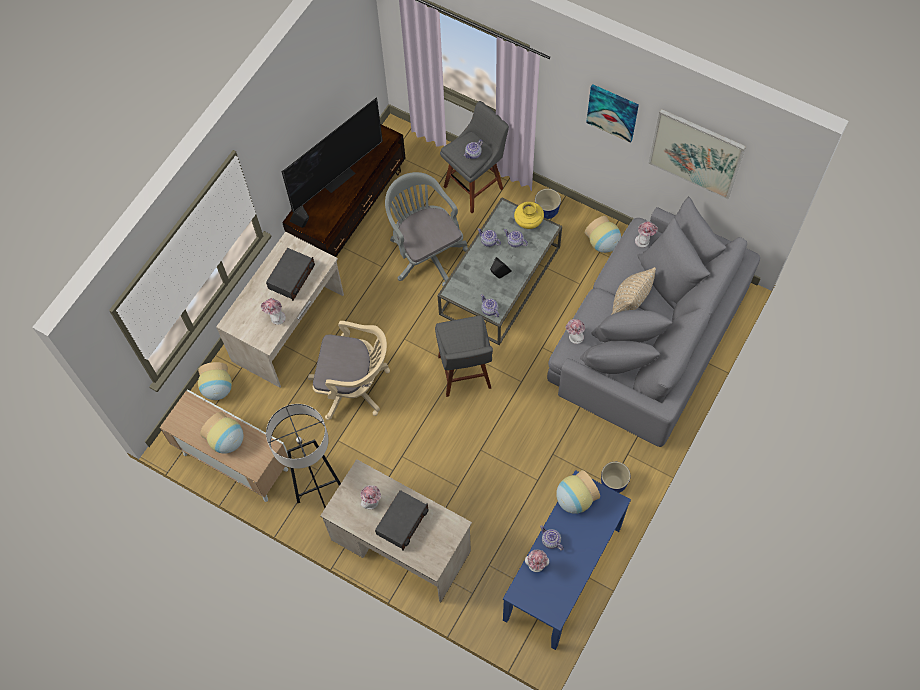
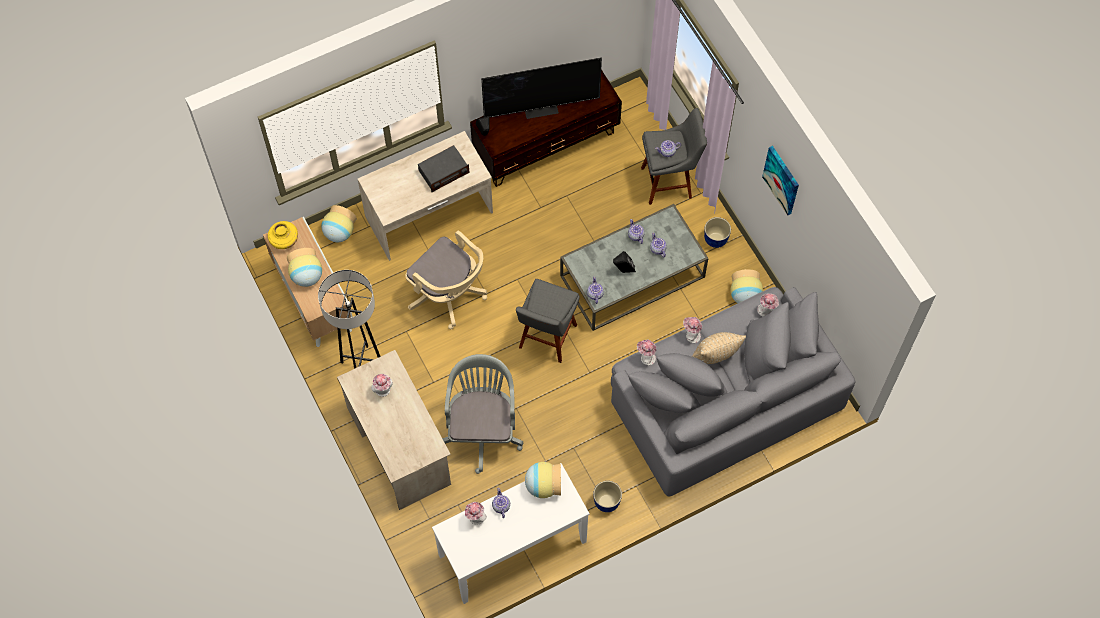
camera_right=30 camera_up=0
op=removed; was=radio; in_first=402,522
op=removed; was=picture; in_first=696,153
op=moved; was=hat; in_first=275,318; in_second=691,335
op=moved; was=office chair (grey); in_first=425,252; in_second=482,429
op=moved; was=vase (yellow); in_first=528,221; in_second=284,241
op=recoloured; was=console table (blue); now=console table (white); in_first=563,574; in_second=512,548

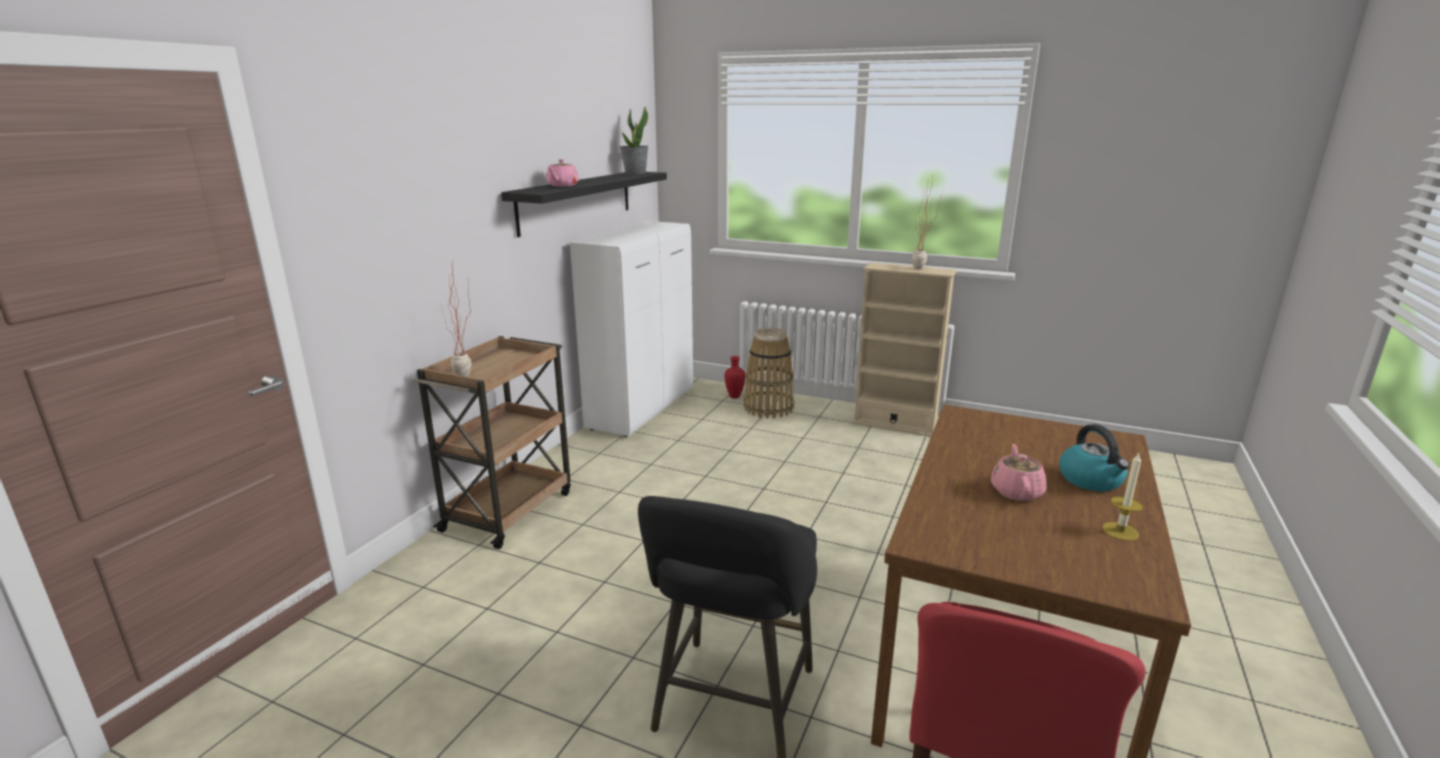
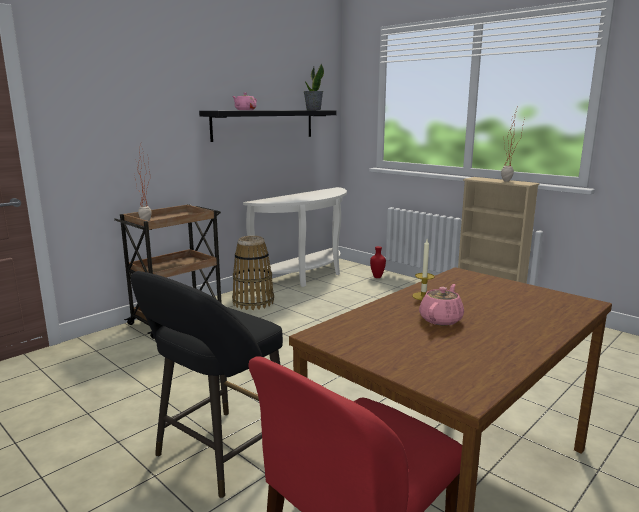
camera_right=20 camera_up=-5
op=removed; was=kettle; in_first=1091,480
op=moved; was=basket; in_first=768,408; in_second=253,302
op=moved; was=candle; in_first=1120,531; in_second=423,296
op=replaced; was=cabinet (white); now=console table (white); in_first=642,408; in_second=307,276

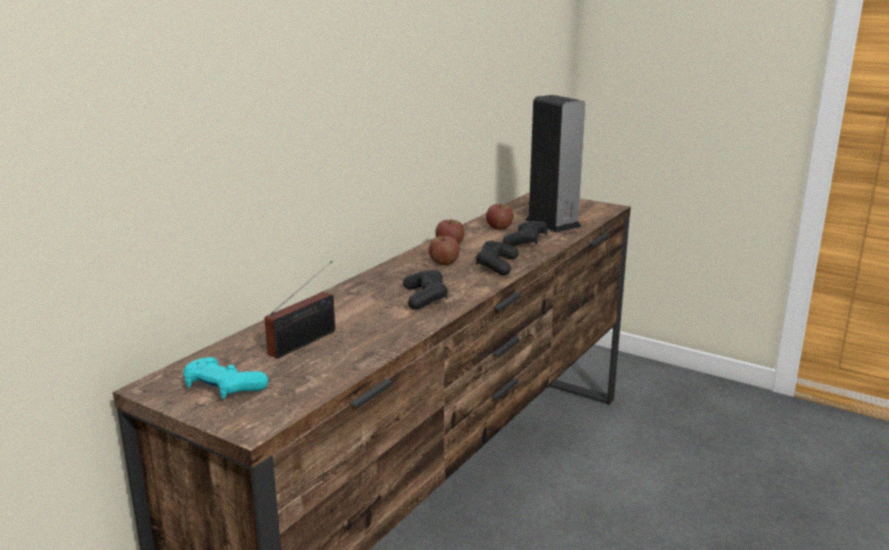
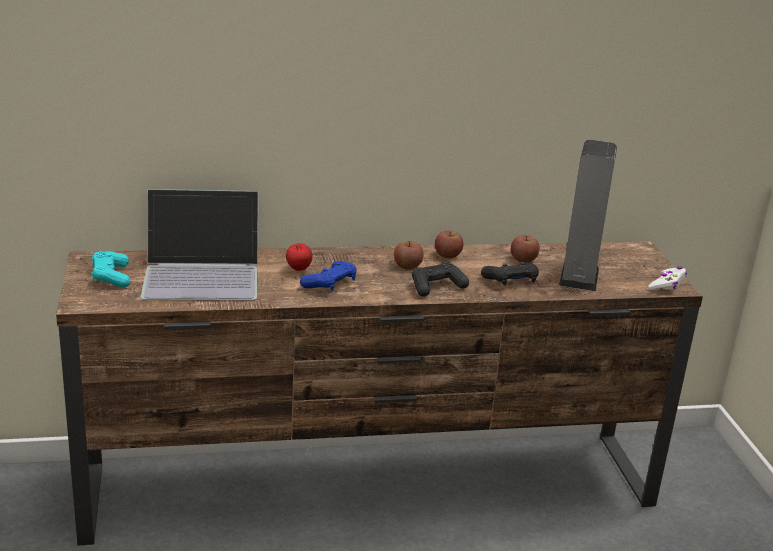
camera_right=45 camera_up=5
op=added; now=apple; in_second=298,270
op=added; now=game controller (white); in_second=667,285
op=replaced; was=radio; now=laptop; in_first=306,341; in_second=203,274
op=recoloured; was=game controller (black); now=game controller (blue); in_first=425,298; in_second=330,284

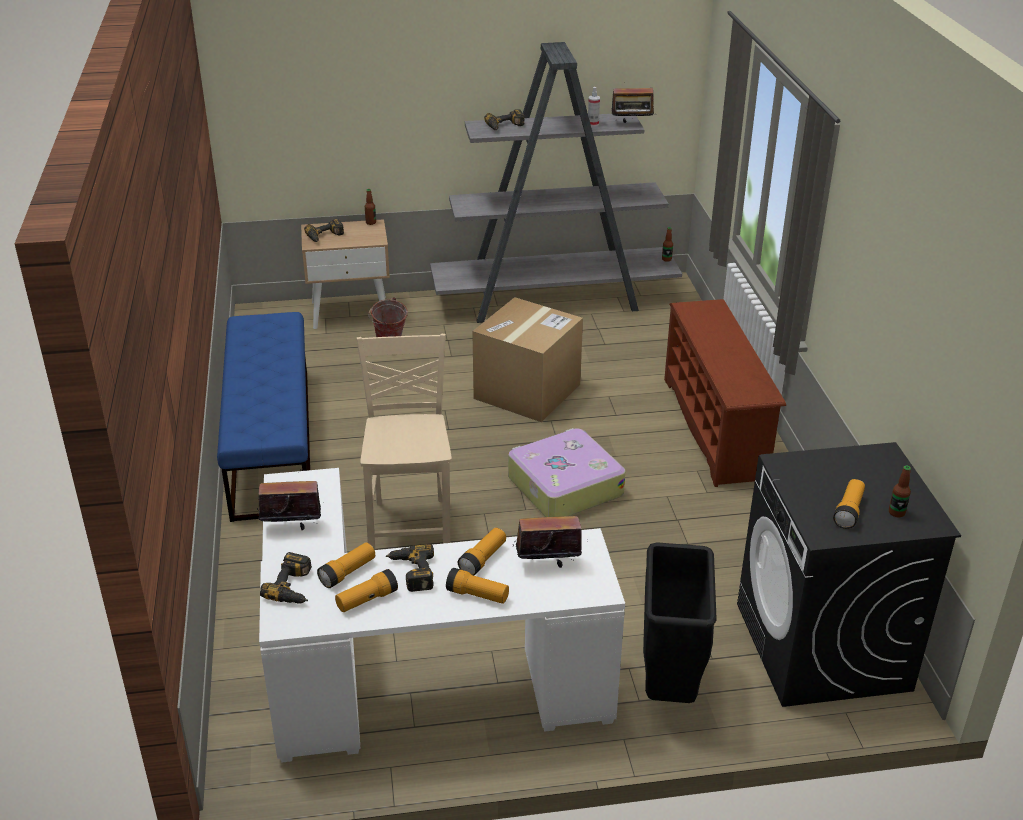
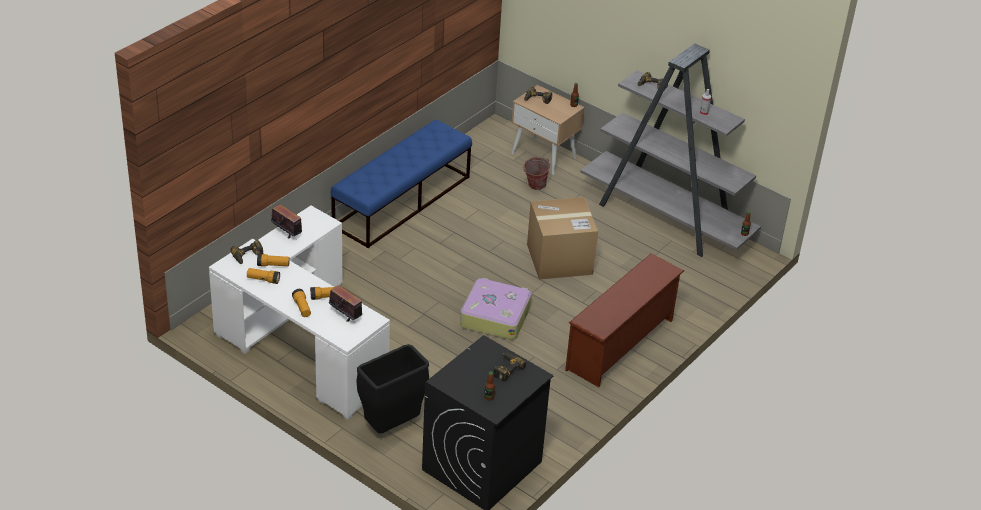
camera_right=45 camera_up=5
op=removed; was=chair (beige); in_first=410,527
op=removed; was=radio; in_first=632,124
op=removed; was=flashlight; in_first=848,511
op=moved; was=power drill; in_first=411,572; in_second=505,368

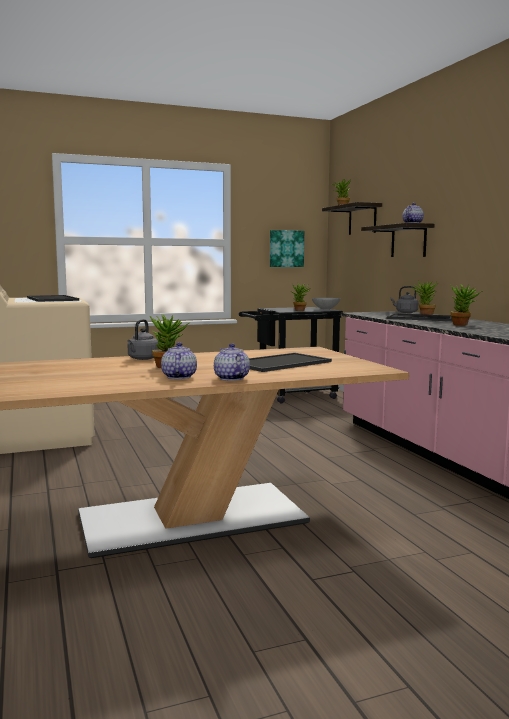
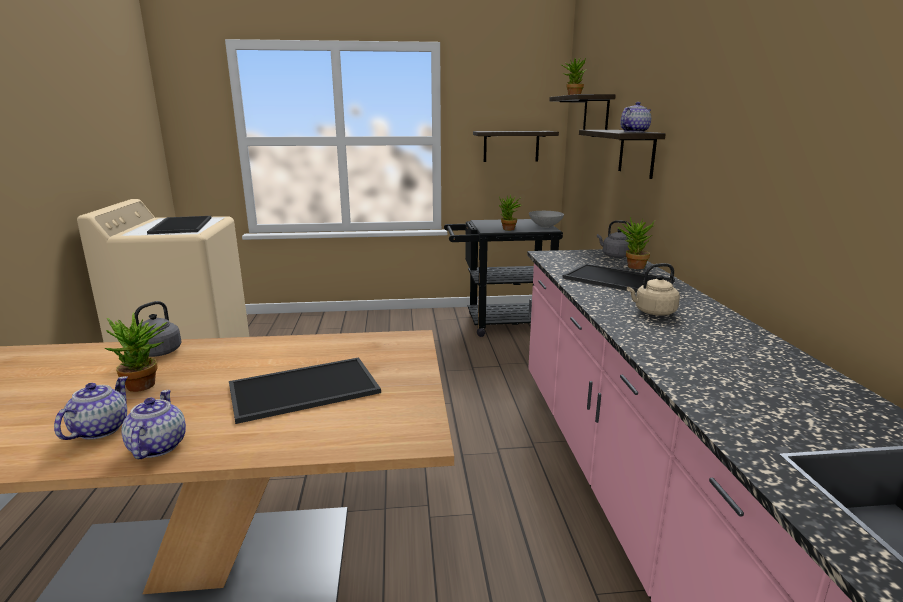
camera_right=15 camera_up=10
op=replaced; was=picture; now=shelf; in_first=286,248; in_second=511,146
op=replaced; was=potted plant; now=kettle (beige); in_first=463,325; in_second=653,312

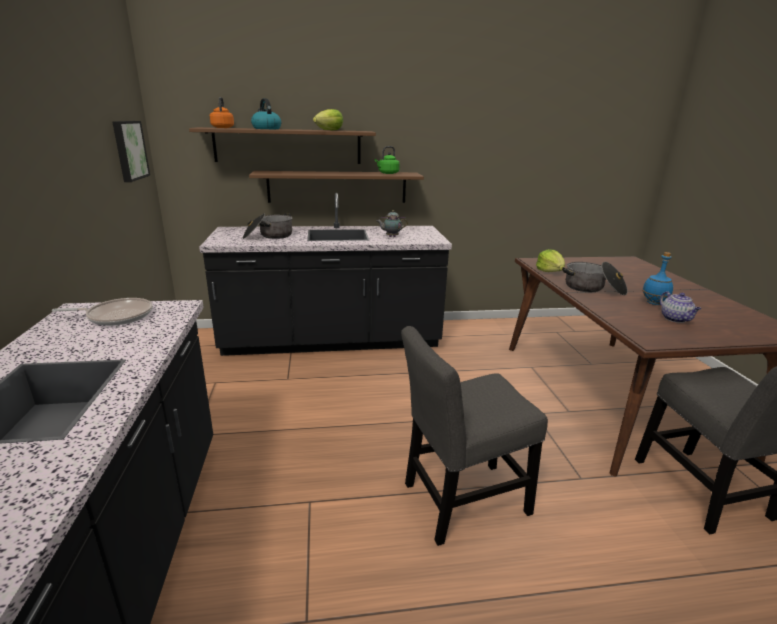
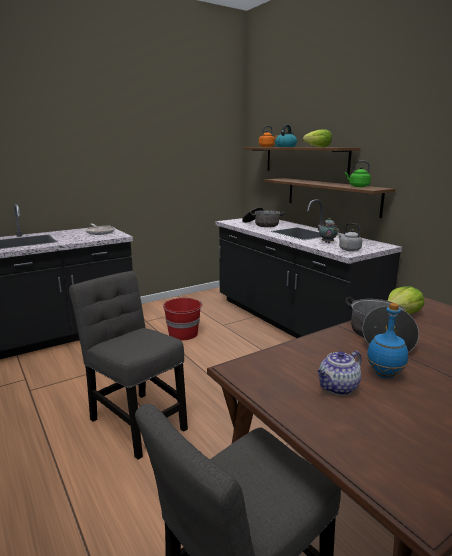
camera_right=65 camera_up=-5
op=removed; was=picture; in_first=129,150
op=added; now=bucket (red); in_second=183,334
op=added; now=kettle (grey); in_second=348,249

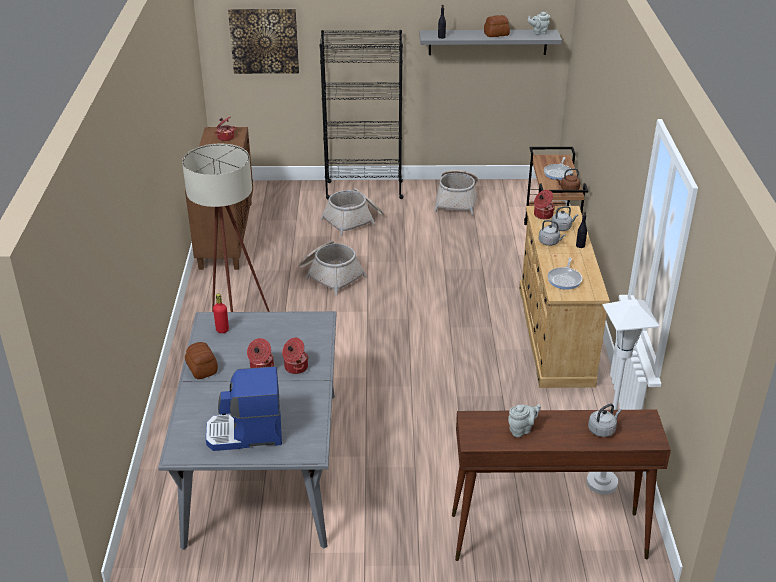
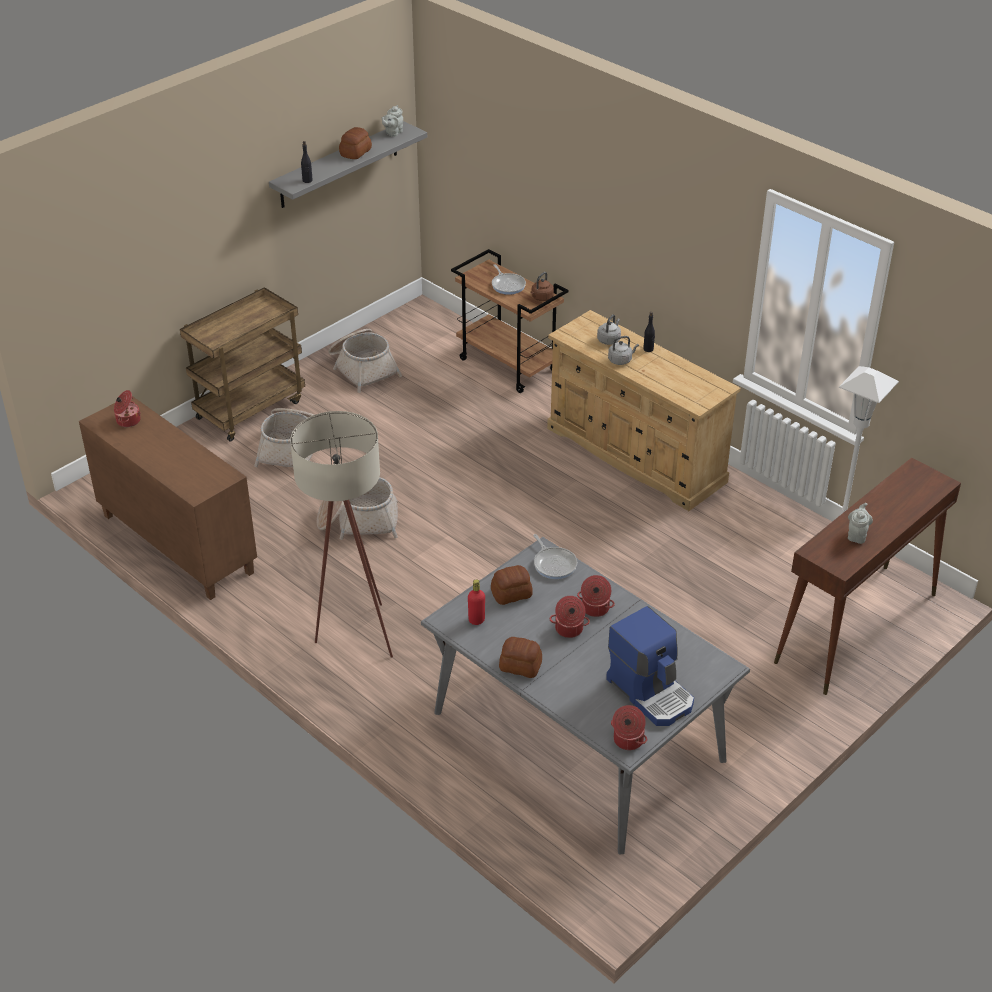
camera_right=-45 camera_up=5
op=removed; was=picture; in_first=264,40
op=removed; was=kettle (grey); in_first=602,430
op=added; now=bread; in_second=512,594
op=moved; was=cooking pot; in_first=542,215; in_second=627,740
op=moved; was=frying pan; in_first=565,279; in_second=554,564
op=replaced; was=bookcase (black); now=cart (brown); in_first=364,190; in_second=250,408
op=turned; was=coffee machine; in_first=245,434; in_second=651,692; clockwise=-75

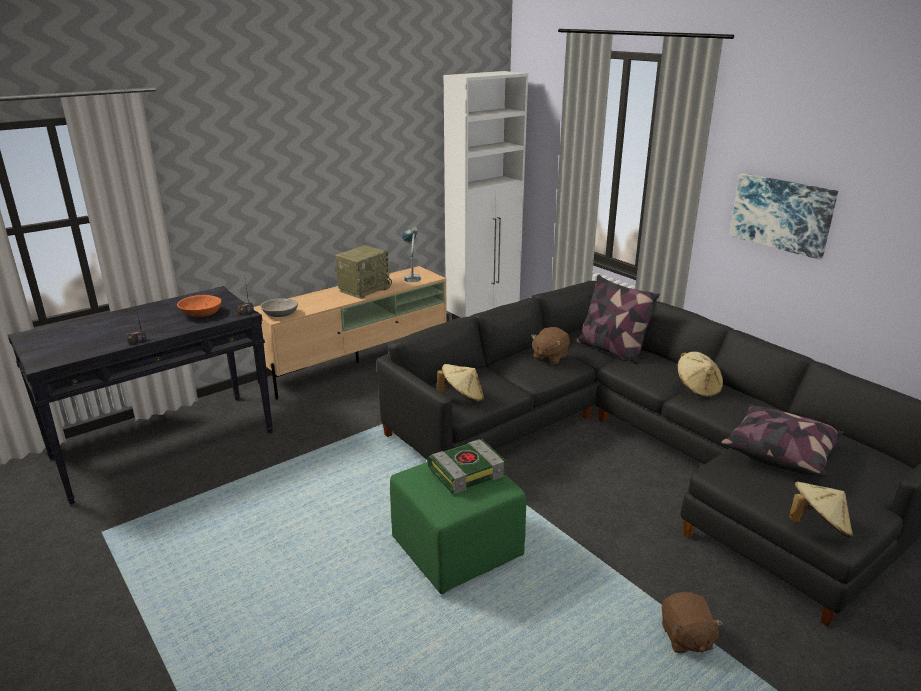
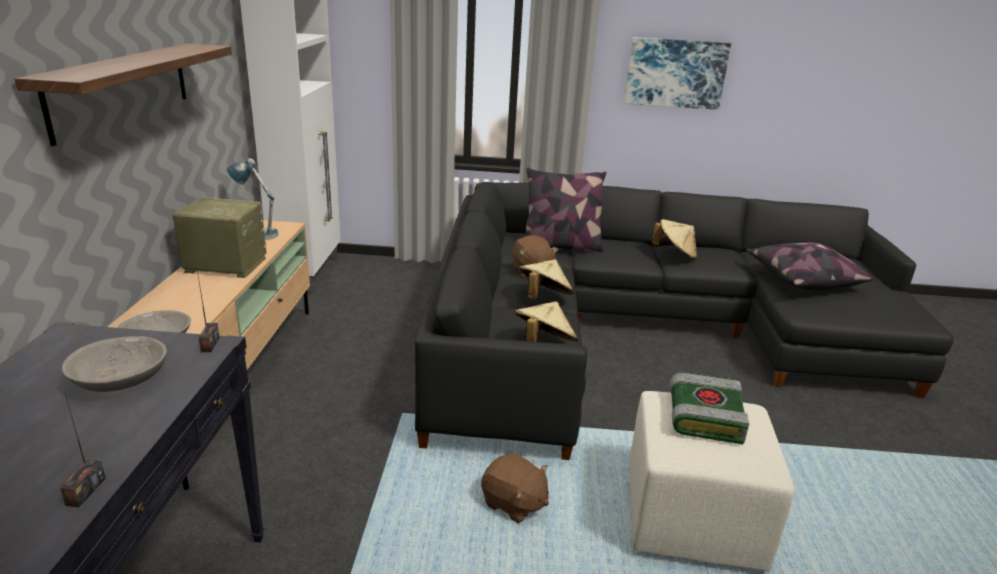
camera_right=-50 camera_up=0
op=added; now=shelf; in_second=122,88
op=moved; was=plush toy (brown); in_first=685,637; in_second=514,503
op=moved; was=hat (beige); in_first=817,526; in_second=543,298
op=recoloured; was=bowl (orange); now=bowl (grey); in_first=201,313; in_second=120,380
op=recoloured; was=ottoman (green); now=ottoman (beige); in_first=457,549; in_second=690,517
op=turned; was=radio; in_first=364,289; in_second=224,265; clockwise=-75

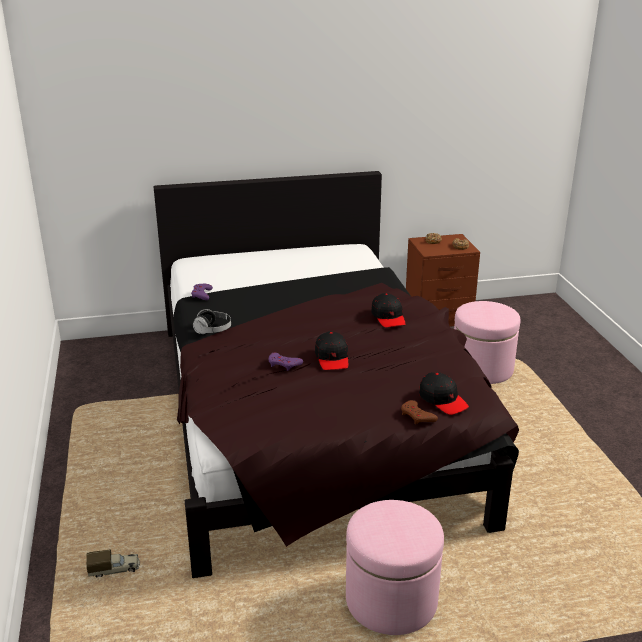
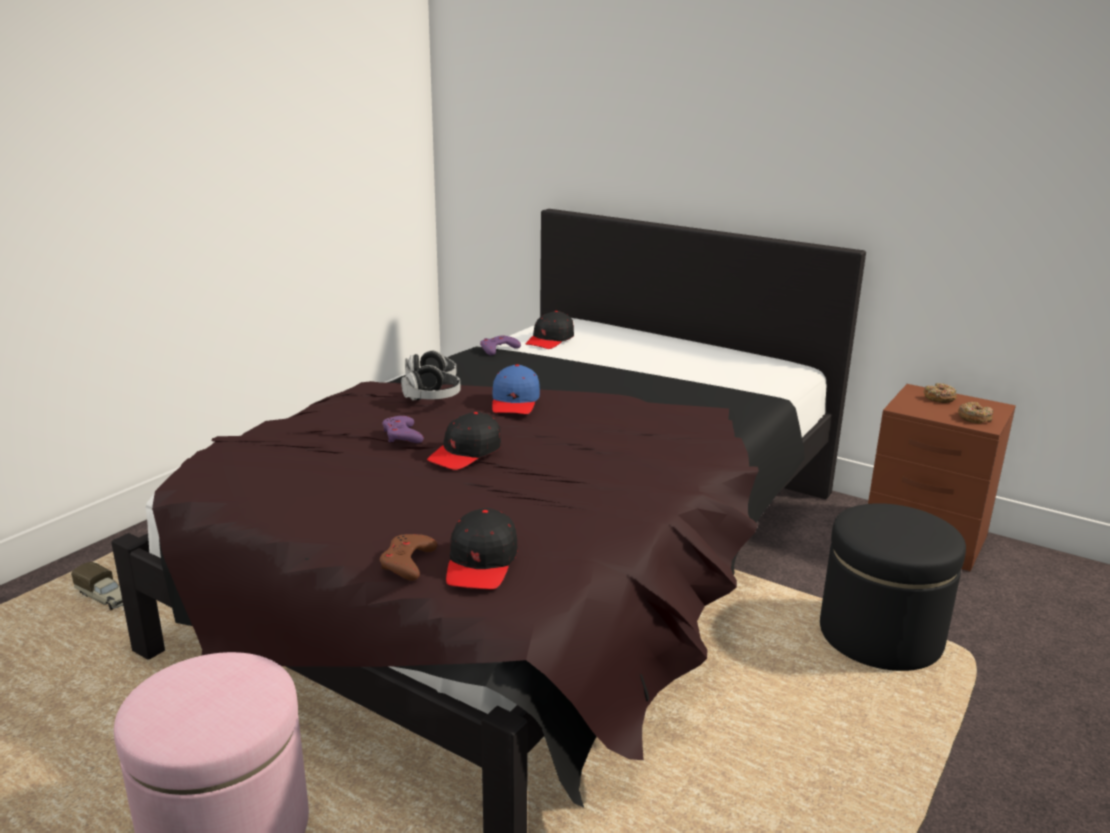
camera_right=45 camera_up=-5
op=added; now=headphones; in_second=432,398
op=added; now=cap (blue); in_second=515,401
op=moved; was=cap (black); in_first=388,317; in_second=550,340
op=recoloured; was=ottoman (pink); now=ottoman (black); in_first=482,369; in_second=880,635

